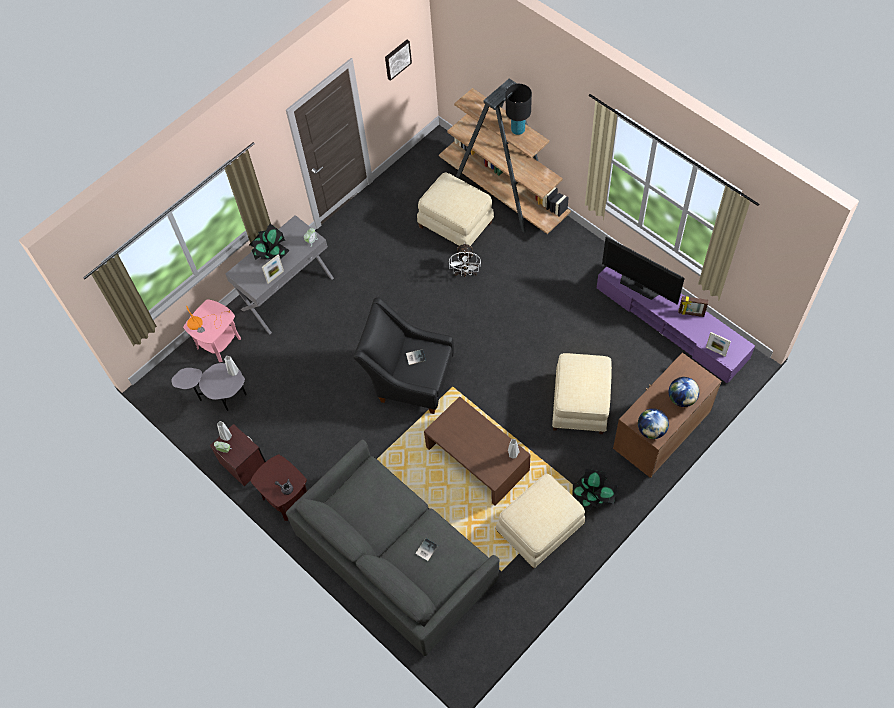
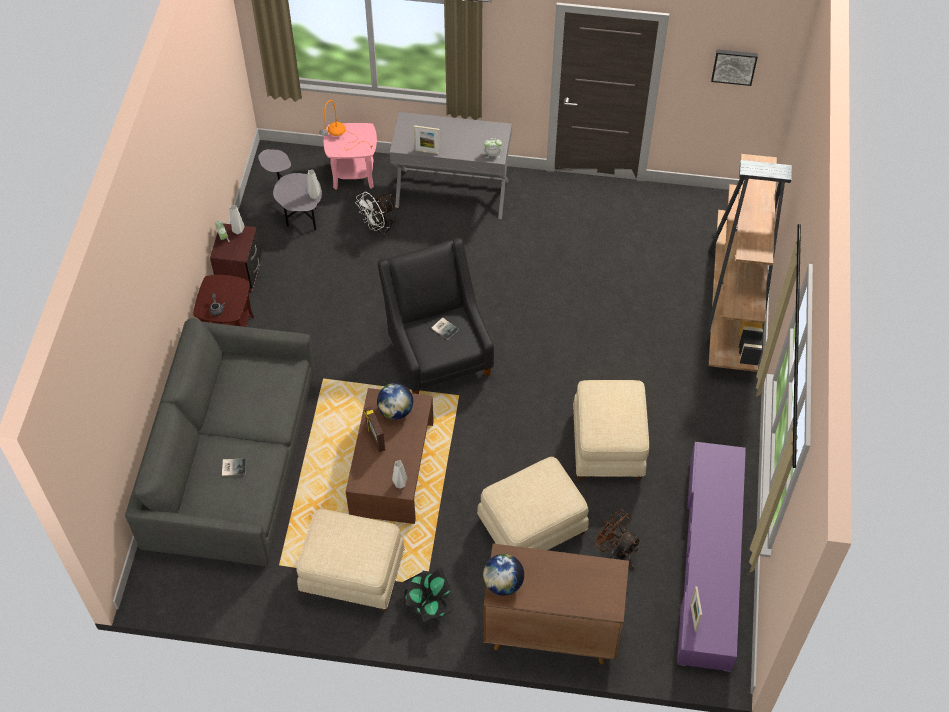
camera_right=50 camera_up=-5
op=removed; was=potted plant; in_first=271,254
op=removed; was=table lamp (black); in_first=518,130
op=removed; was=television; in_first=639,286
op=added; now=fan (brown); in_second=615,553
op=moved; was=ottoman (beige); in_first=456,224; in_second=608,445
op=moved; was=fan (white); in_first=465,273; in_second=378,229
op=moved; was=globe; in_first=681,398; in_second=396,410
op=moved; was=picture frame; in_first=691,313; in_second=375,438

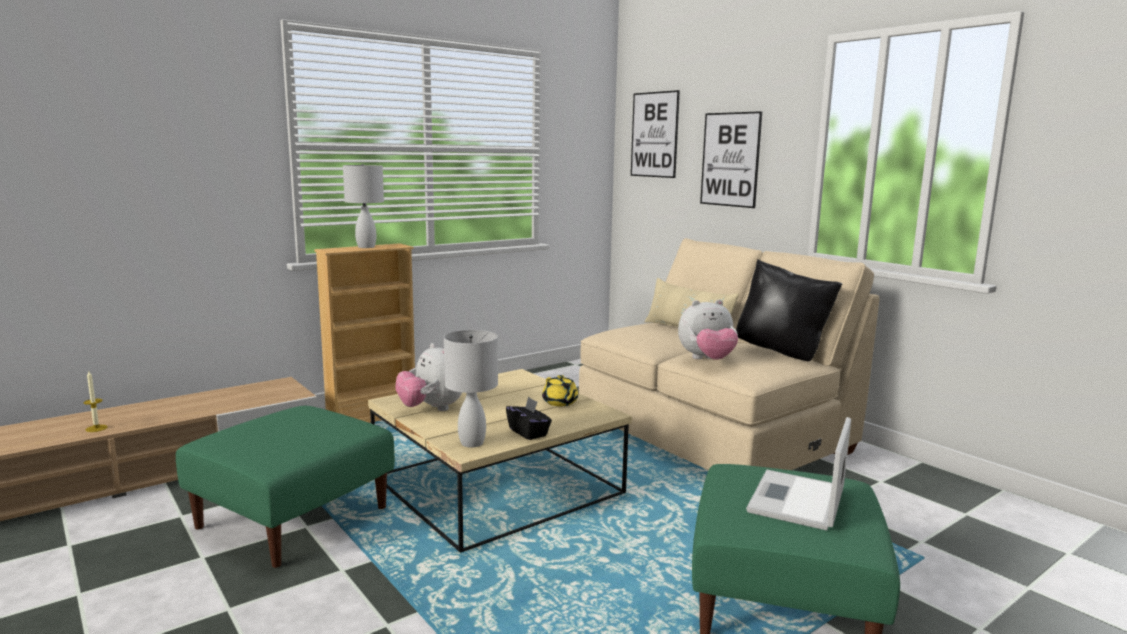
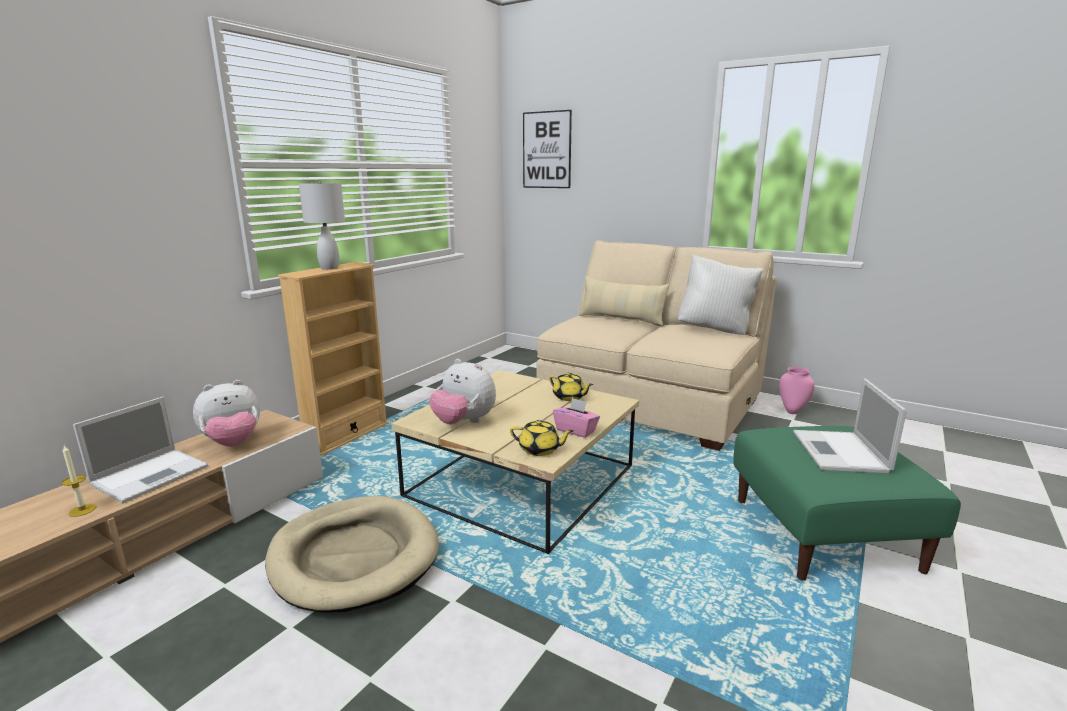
camera_right=-20 camera_up=5
op=removed; was=picture; in_first=730,159
op=added; now=laptop; in_second=152,474
op=added; now=vase (pink); in_second=792,411
op=moved; was=plush toy; in_first=707,360; in_second=233,443
op=replaced; was=ottoman (green); now=dog bed (beige); in_first=293,517; in_second=354,556
op=replaced; was=table lamp (white); now=teapot (yellow); in_first=473,443; in_second=540,450
op=recoloured; was=tissue box (black); now=tissue box (pink); in_first=528,432; in_second=576,430
op=recoloured; was=pillow (black); now=pillow (white); in_first=782,353; in_second=715,330

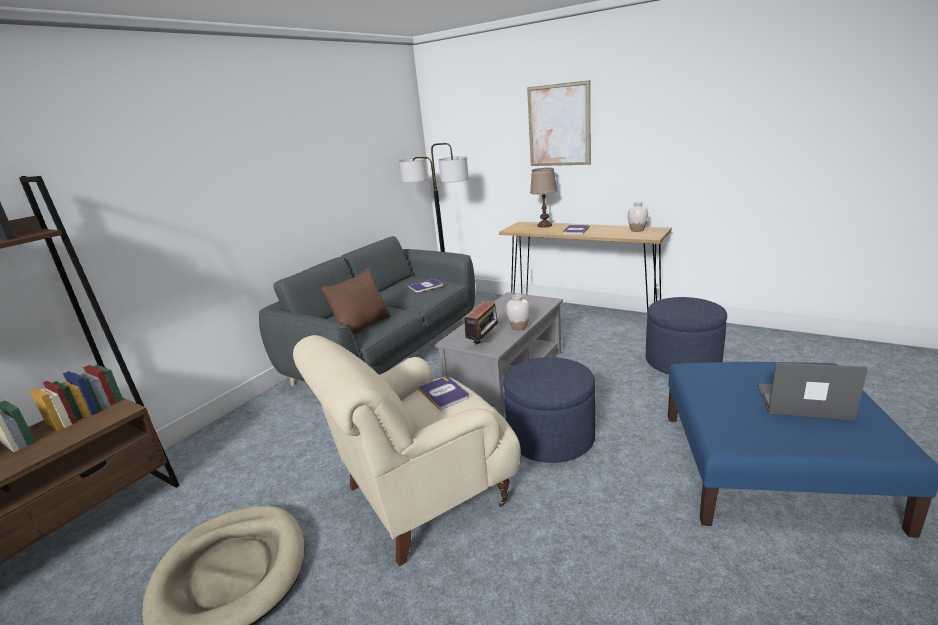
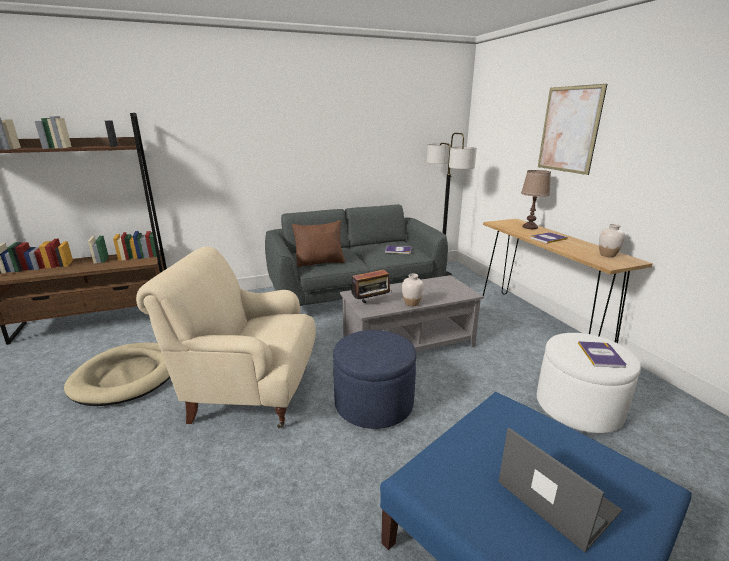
camera_right=35 camera_up=0
op=moved; was=book; in_first=443,393; in_second=601,355
op=recoloured; was=ottoman (blue); now=ottoman (white); in_first=682,361; in_second=578,407

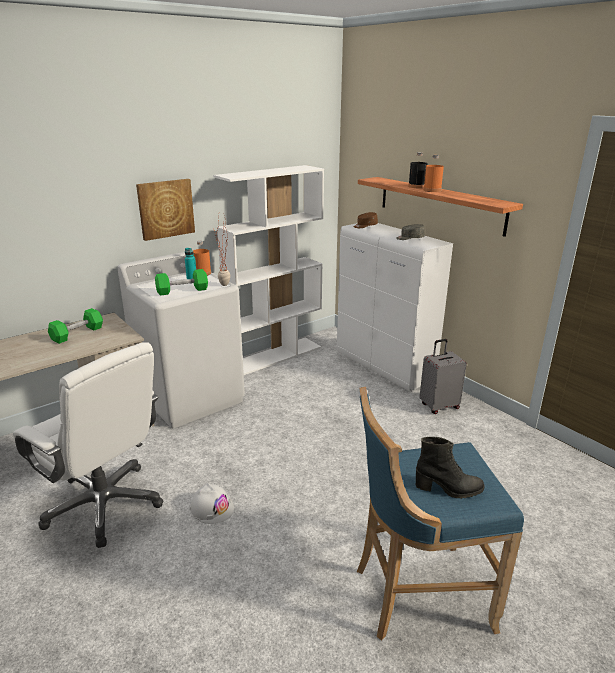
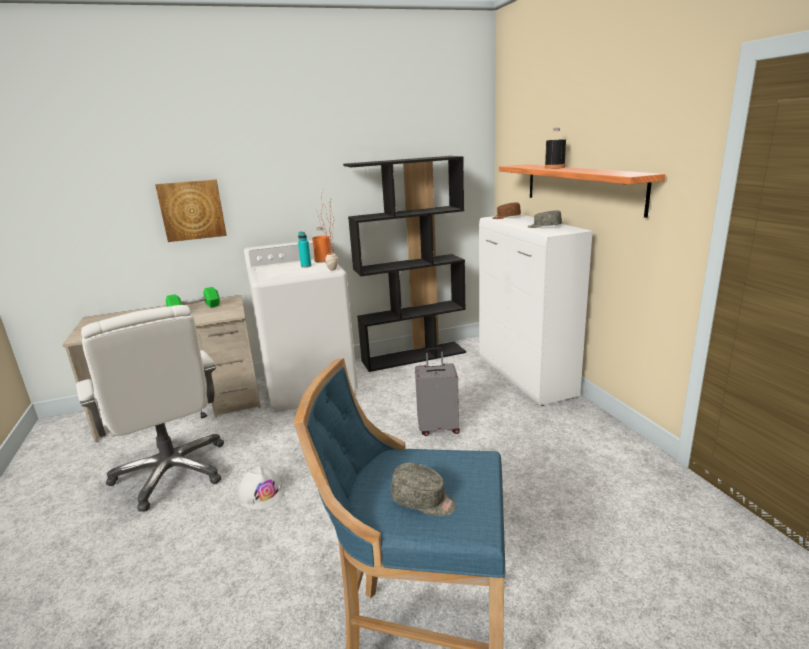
camera_right=20 camera_up=-5
op=removed; was=dumbbell (green); in_first=182,290
op=removed; was=bottle (orange); in_first=432,190
op=moved; was=picture; in_first=165,209; in_second=192,210
op=moved; was=suitcase (grey); in_first=438,406; in_second=438,427
op=replaced; was=boot (black); now=cap (grey); in_first=448,489; in_second=423,501
op=recoloured; was=bookcase (white); now=bookcase (black); in_first=275,356; in_second=414,356

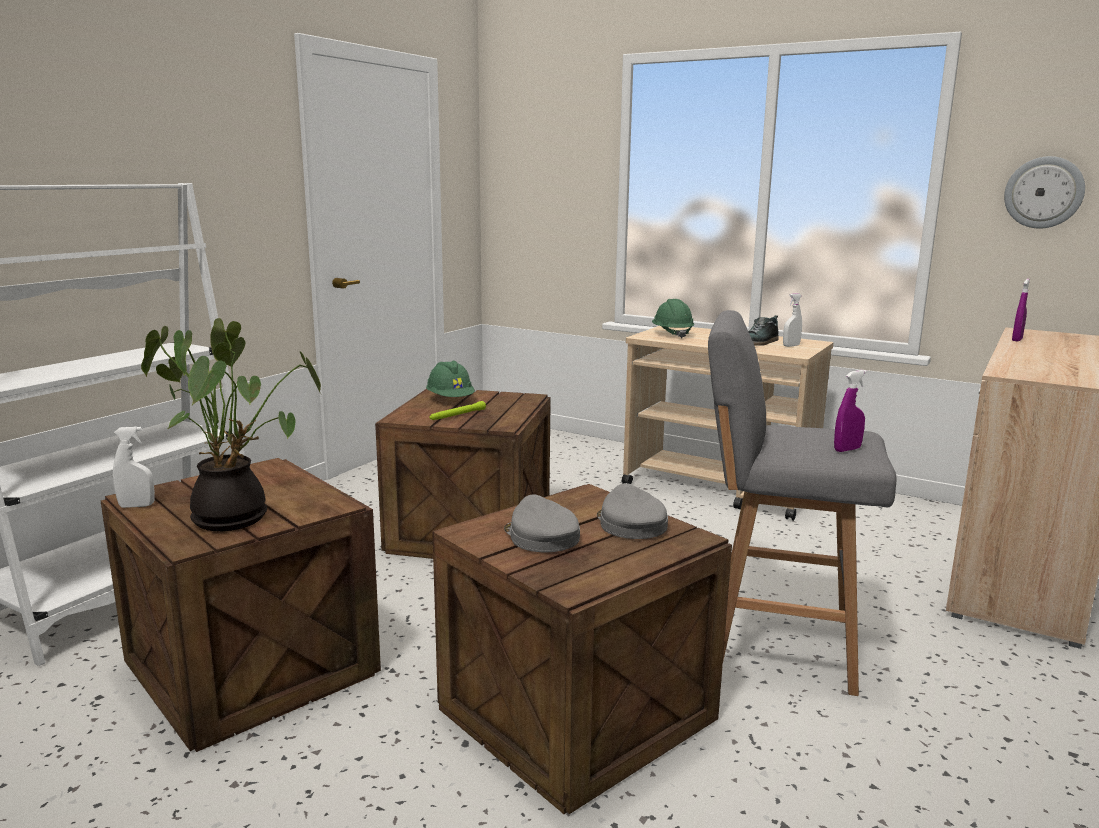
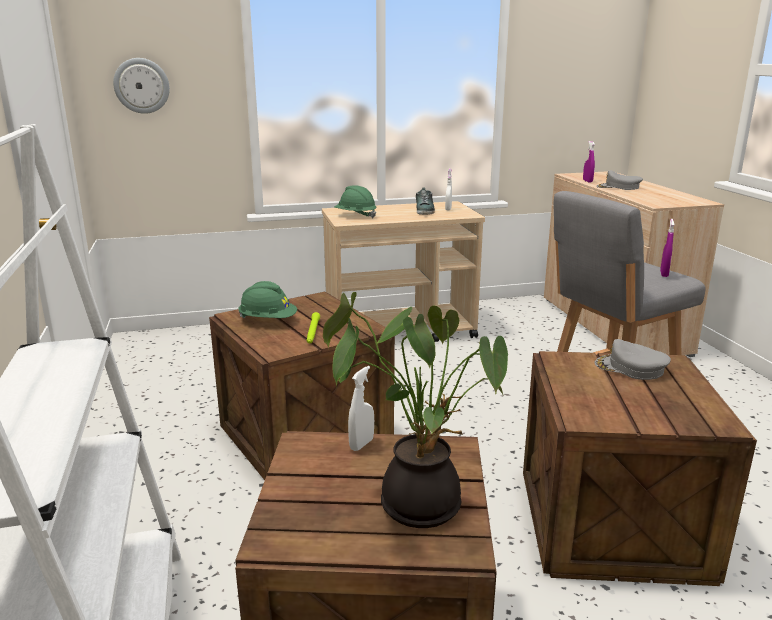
camera_right=-45 camera_up=5
op=moved; was=spray bottle (white); in_first=136,506; in_second=361,444
op=moved; was=cap (grey); in_first=541,536; in_second=618,187
op=moved; was=wall clock; in_first=1043,192; in_second=141,86

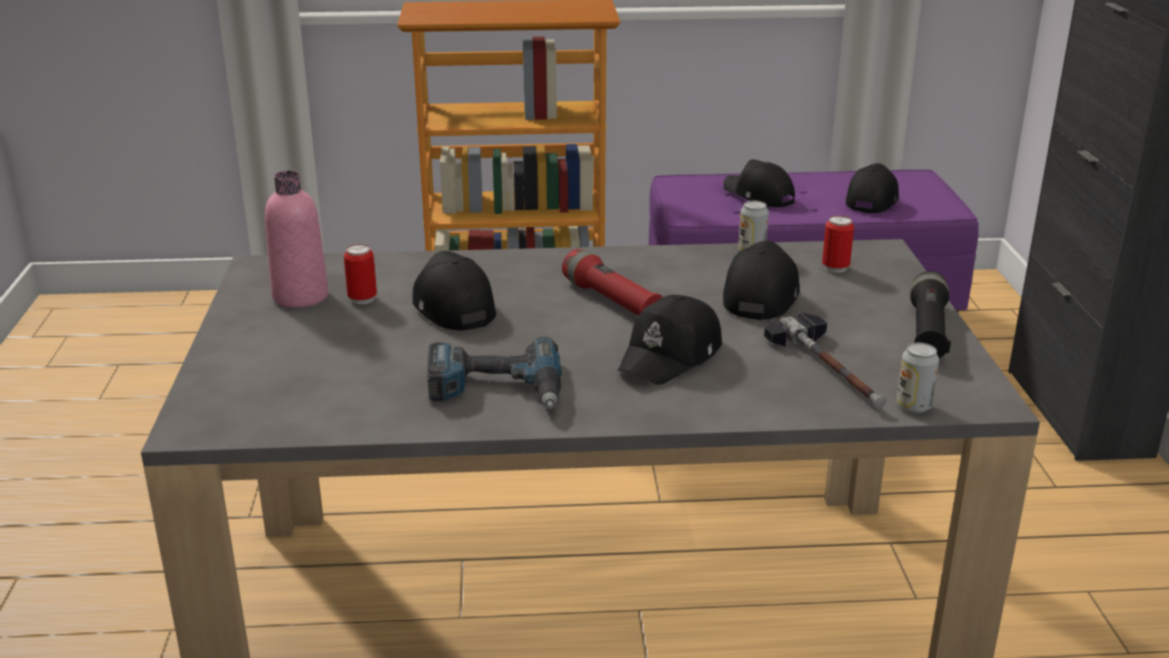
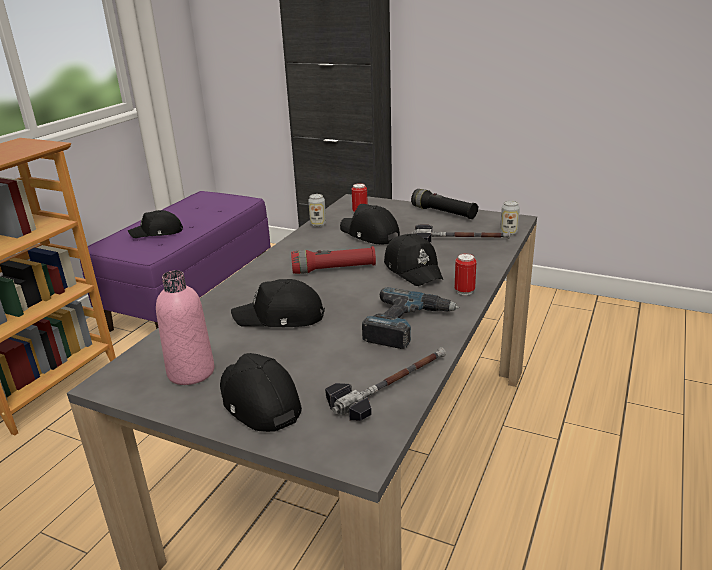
camera_right=-60 camera_up=0
op=added; now=hammer; in_second=390,385
op=moved; was=can; in_first=362,299; in_second=464,291
op=moved; was=cap (black); in_first=871,200; in_second=258,402

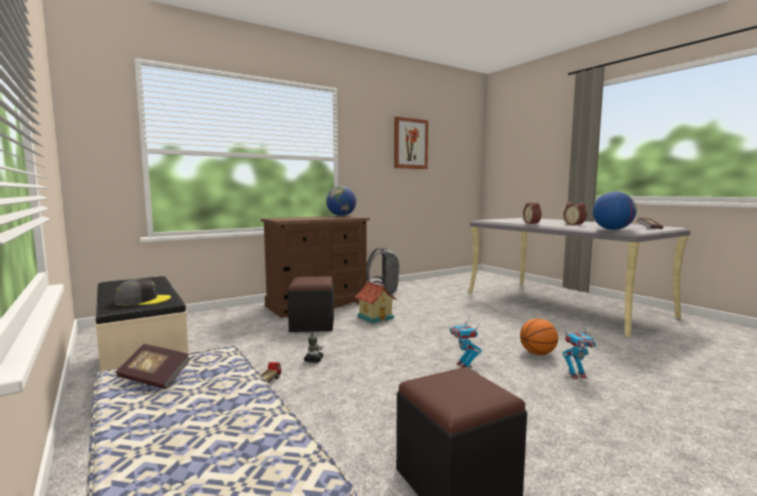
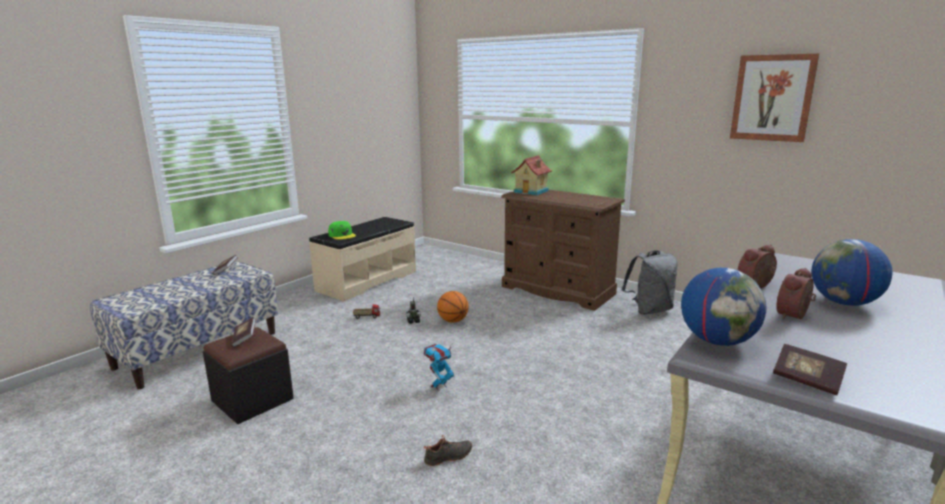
camera_right=70 camera_up=10
op=removed; was=ottoman (black); in_first=312,324
op=added; now=book; in_second=244,338
op=moved; was=globe; in_first=341,216; in_second=843,303
op=moved; was=toy house; in_first=376,317; in_second=532,191
op=moved; was=basketball; in_first=537,353; in_second=453,321
op=replaced; was=toy robot; now=shoe (black); in_first=576,375; in_second=449,457
op=recoloured; was=cap (grey); now=cap (green); in_first=143,300; in_second=342,235

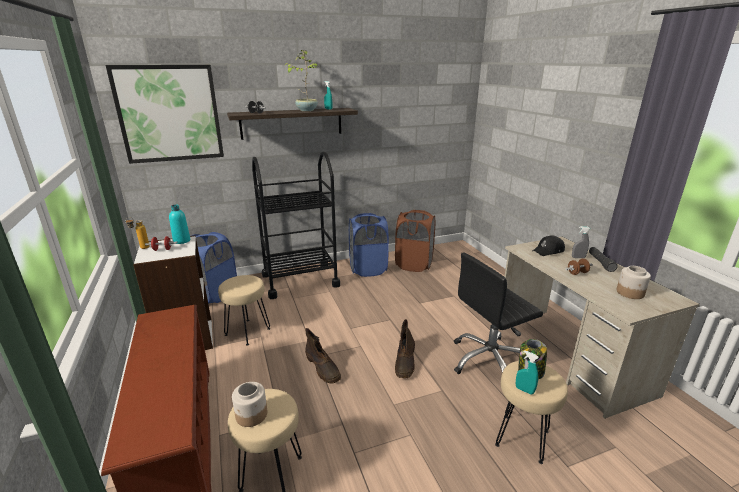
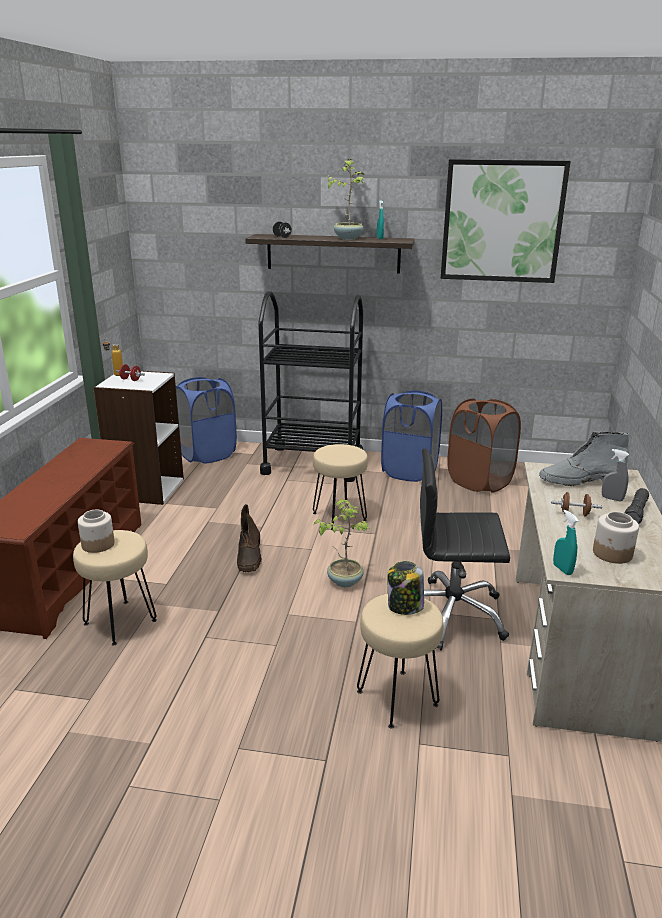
camera_right=30 camera_up=0
op=removed; was=bottle (turquoise); in_first=182,241
op=moved; was=picture; in_first=169,114; in_second=502,221
op=moved; was=stool (beige); in_first=247,332; in_second=339,517
op=moved; was=spray bottle (turquoise); in_first=524,390; in_second=562,569
op=replaced; was=boot (brown); now=potted plant; in_first=405,362; in_second=344,581
op=replaced; was=cap (black); now=boot (grey); in_first=548,251; in_second=580,481

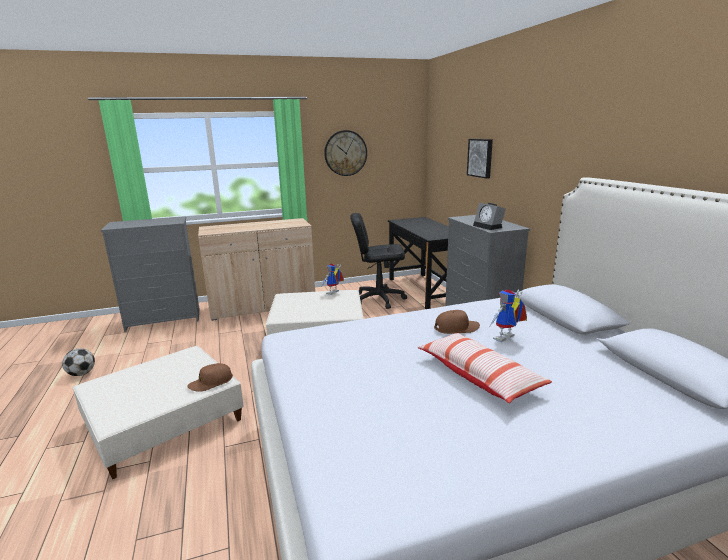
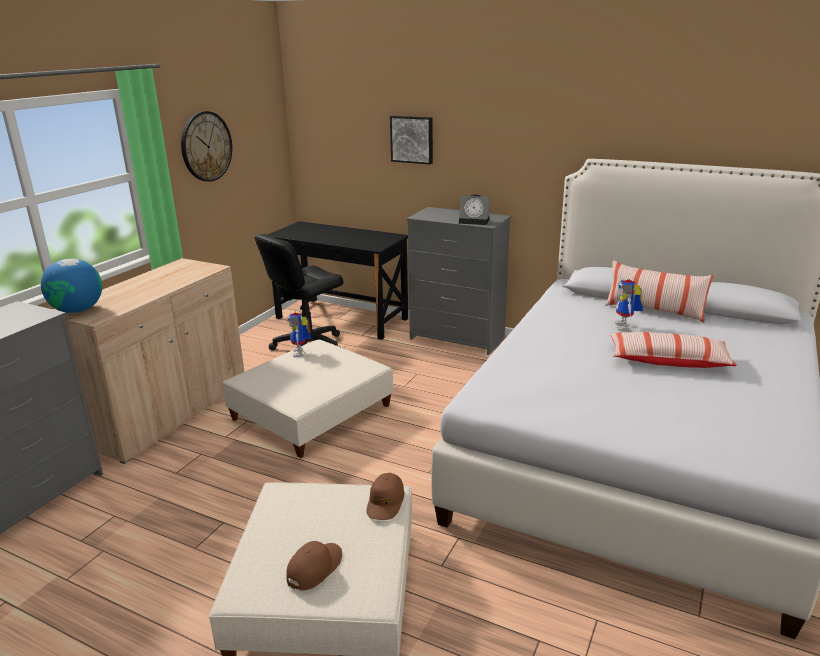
camera_right=-45 camera_up=5
op=removed; was=football; in_first=81,374
op=added; now=globe; in_second=77,310
op=added; now=pillow; in_second=654,311
op=moved; was=cap (brown); in_first=456,328; in_second=314,568

